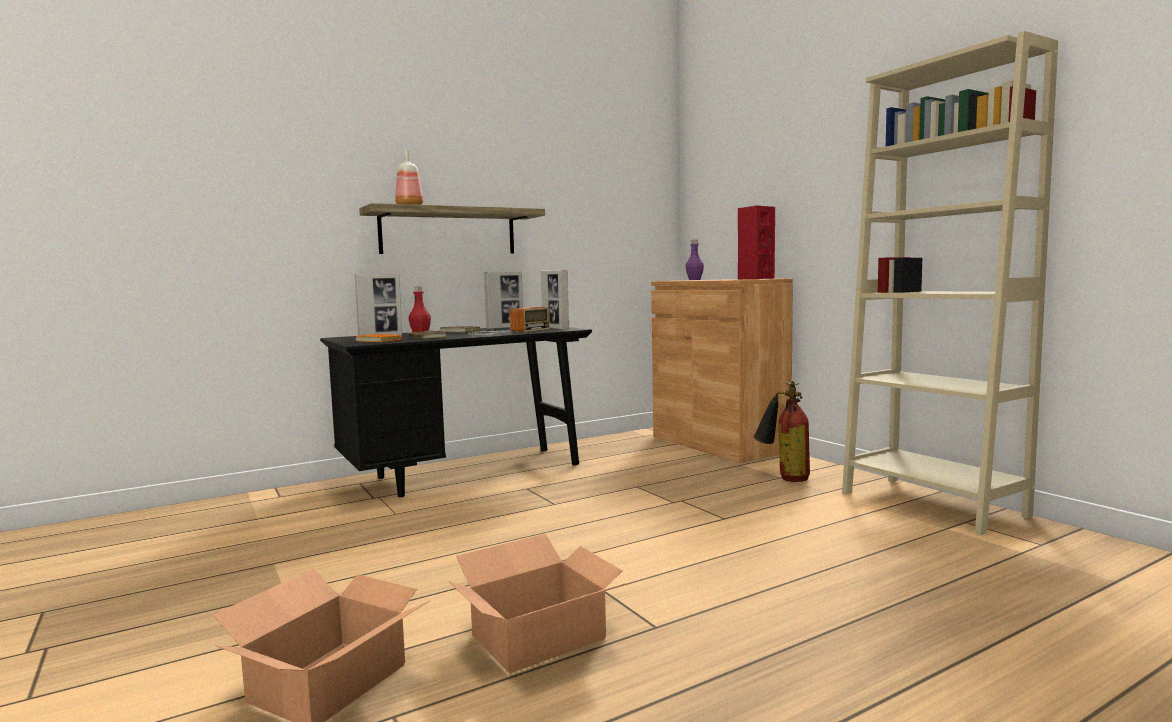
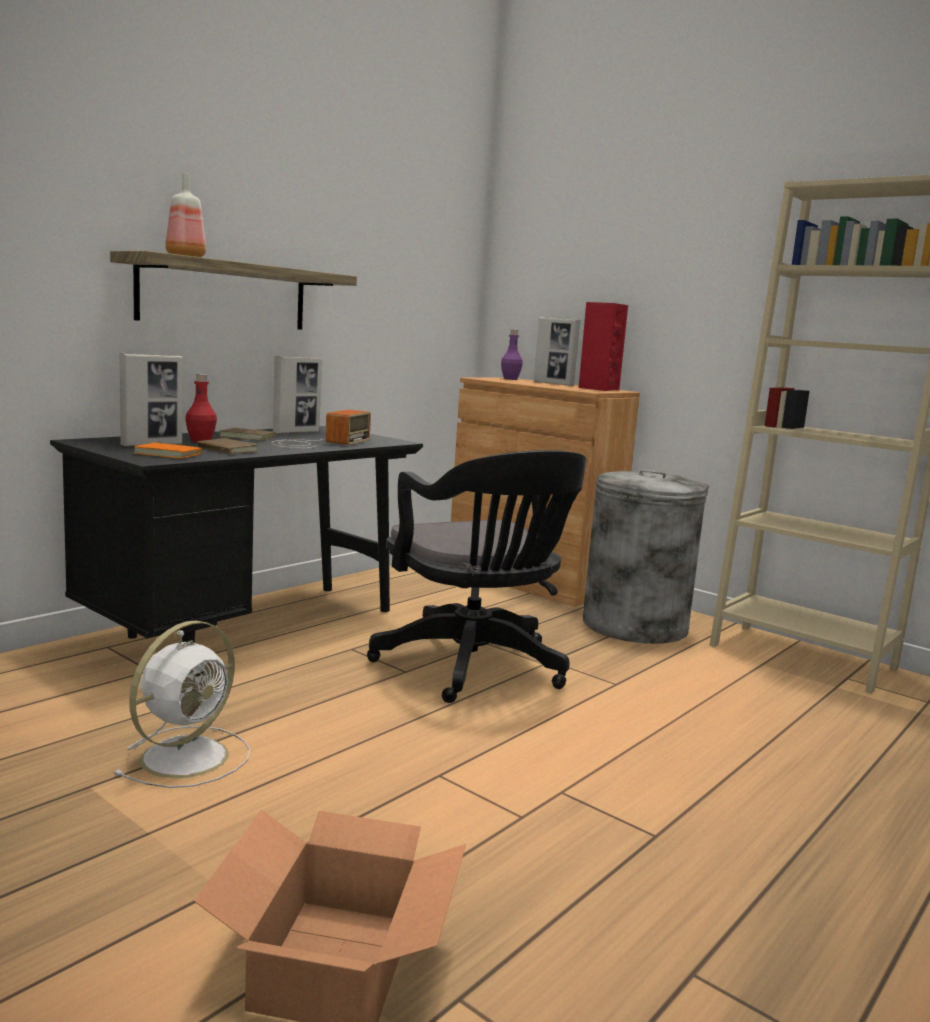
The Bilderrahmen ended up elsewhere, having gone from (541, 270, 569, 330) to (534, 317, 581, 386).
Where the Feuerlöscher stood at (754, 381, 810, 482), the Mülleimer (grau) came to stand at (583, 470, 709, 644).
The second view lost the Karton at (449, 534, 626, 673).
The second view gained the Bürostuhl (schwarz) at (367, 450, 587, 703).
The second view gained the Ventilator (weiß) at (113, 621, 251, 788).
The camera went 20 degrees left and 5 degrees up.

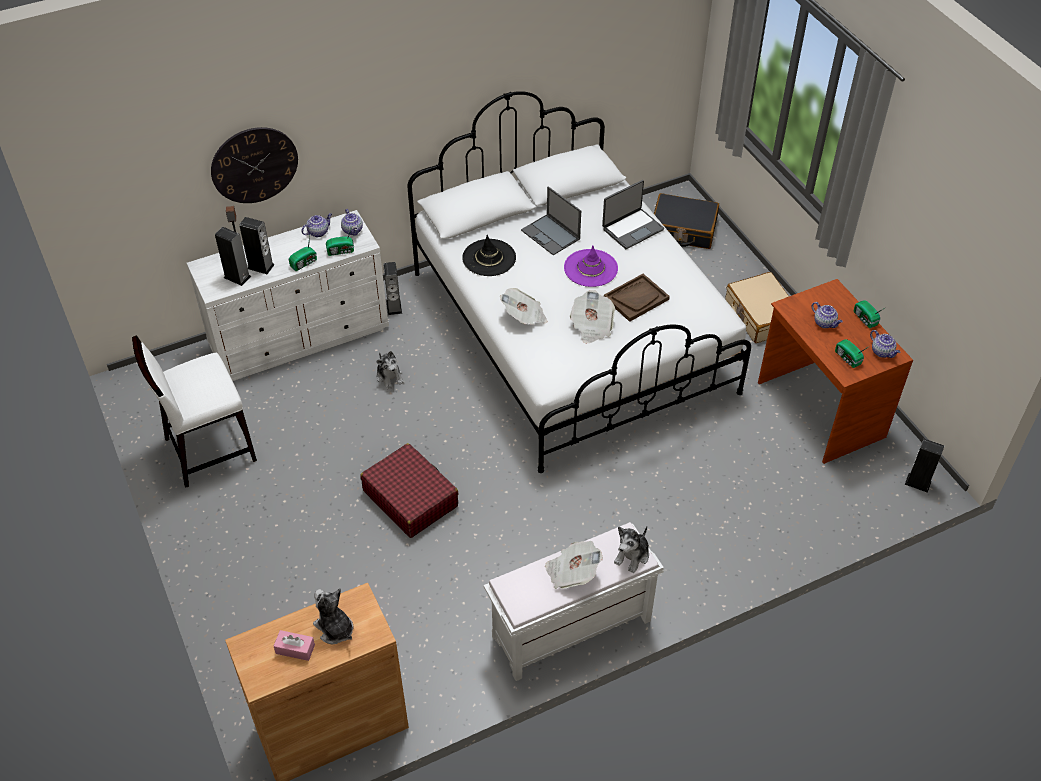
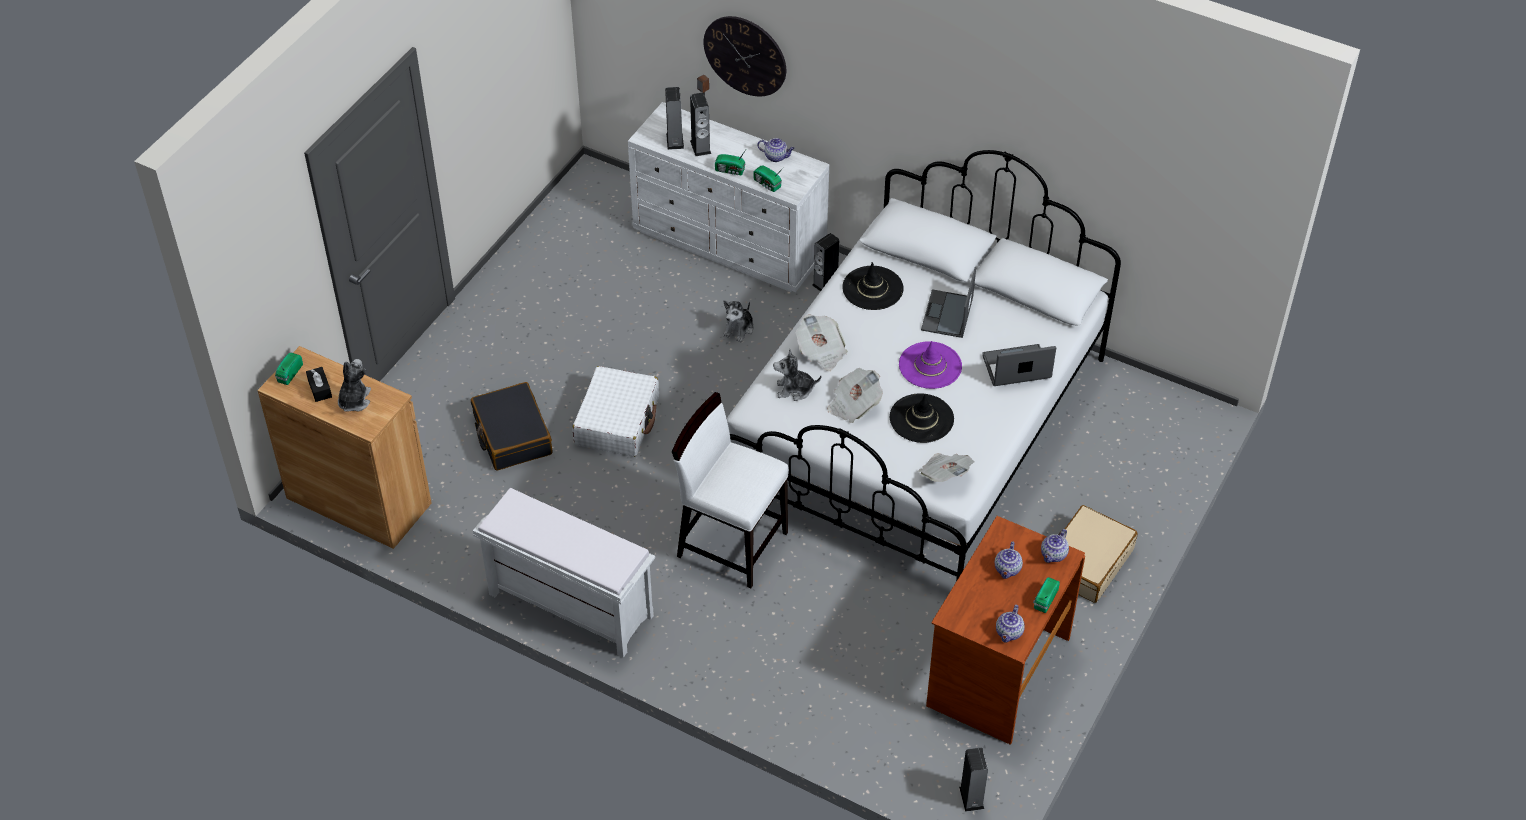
The Laptop at (602, 180, 664, 249) ended up facing another way, 150 degrees clockwise from before.
The Koffer (schwarz) ended up elsewhere, having gone from (654, 193, 719, 249) to (471, 382, 552, 470).
The Teekanne ended up elsewhere, having gone from (341, 209, 363, 236) to (1041, 529, 1069, 563).
Where the Tablett (braun) stood at (604, 274, 670, 322), the Hut (schwarz) came to stand at (890, 393, 954, 443).
The Stuhl (weiß) ended up elsewhere, having gone from (132, 335, 257, 488) to (672, 392, 789, 588).
The Radio ended up elsewhere, having gone from (835, 339, 870, 368) to (275, 353, 303, 385).
What was the Koffer (rot) at (360, 443, 459, 538) turned into the Koffer (weiß) at (572, 366, 659, 457).
The Plüschtier ended up elsewhere, having gone from (614, 526, 649, 573) to (773, 349, 821, 401).
The Zeitung ended up elsewhere, having gone from (545, 541, 603, 589) to (918, 453, 975, 482).
What was the Taschentuchbox (rosa) at (274, 630, 315, 661) turned into the Taschentuchbox (schwarz) at (306, 367, 332, 402).
The camera went 55 degrees right and 0 degrees up.

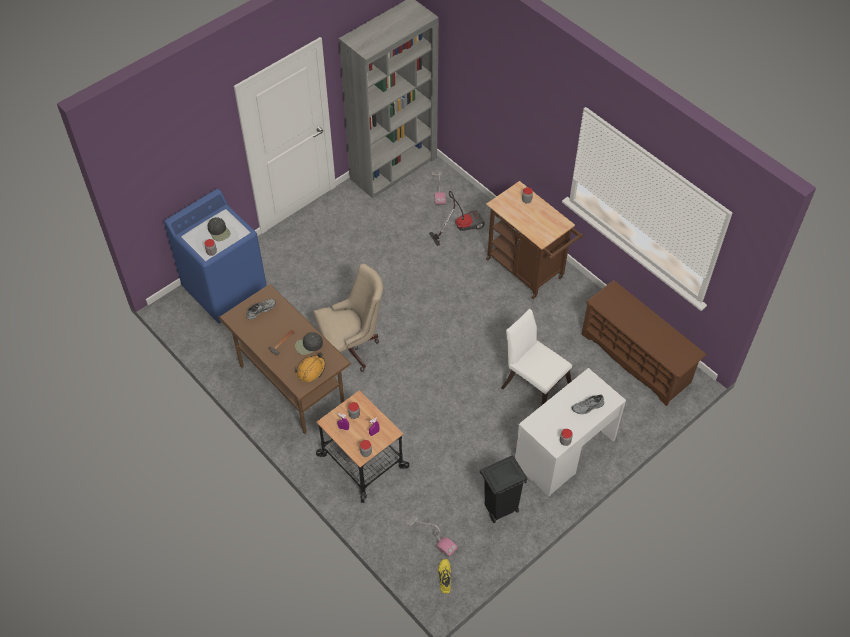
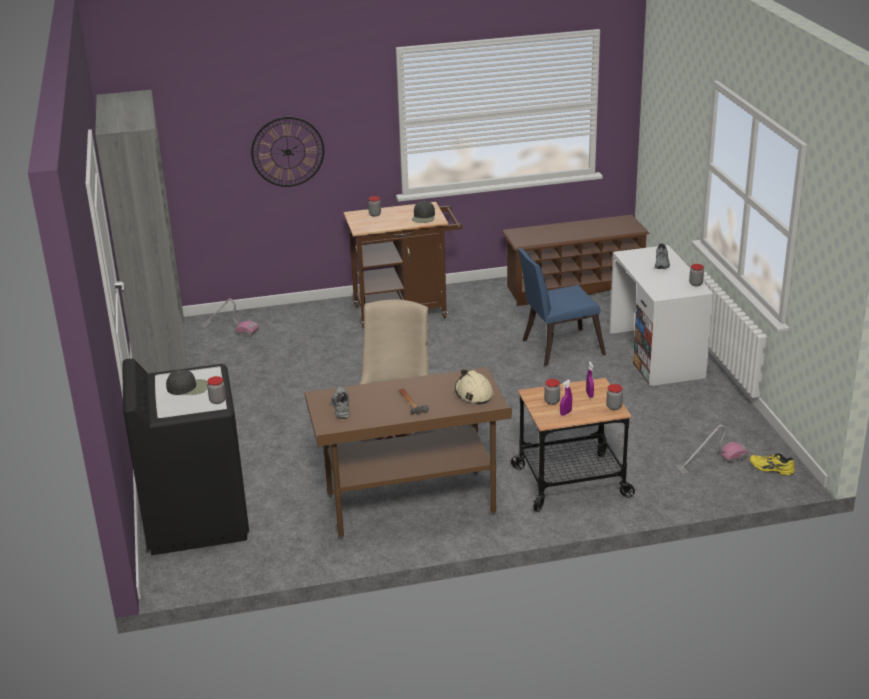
What was the Waschmaschine (blau) at (164, 189, 267, 324) turned into the Waschmaschine (schwarz) at (122, 358, 249, 555).
The second view lost the Staubsauger at (429, 191, 485, 246).
What was the Stuhl (weiß) at (501, 308, 572, 405) turned into the Stuhl (blau) at (518, 248, 606, 366).
The Kappe (schwarz) ended up elsewhere, having gone from (295, 332, 323, 355) to (412, 201, 435, 223).
What was the Schutzhelm (orange) at (295, 352, 326, 382) turned into the Schutzhelm (beige) at (455, 369, 494, 405).
The second view lost the Mülleimer (schwarz) at (480, 455, 527, 523).
The second view gained the Wanduhr at (251, 117, 324, 187).
The camera went 60 degrees left and 25 degrees down.

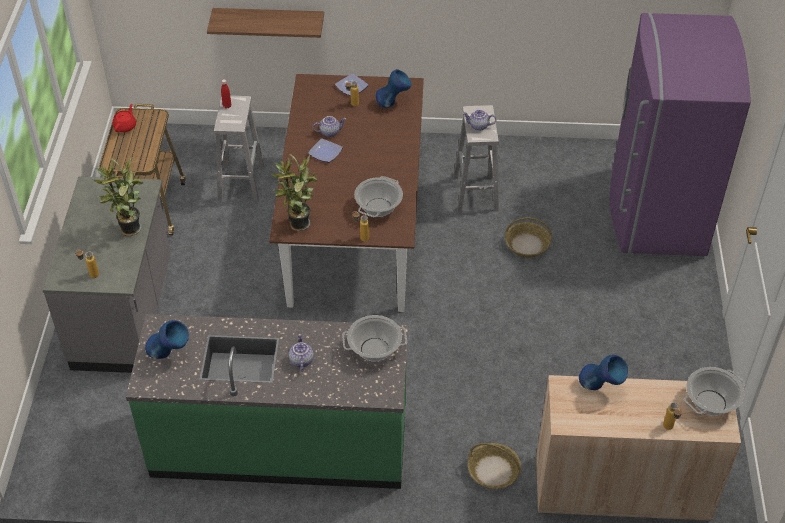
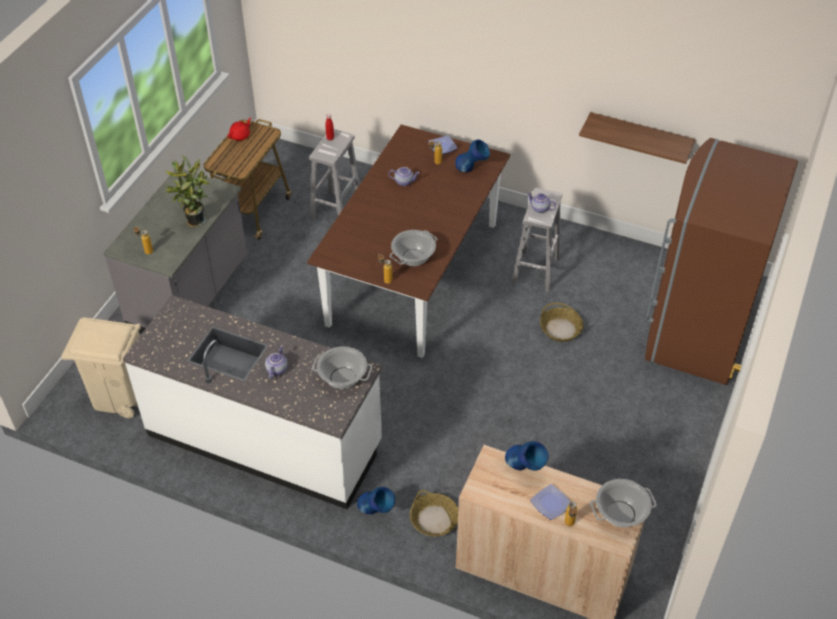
The Wandregal ended up elsewhere, having gone from (207, 8, 324, 38) to (579, 112, 696, 164).
What was the Kühlschrank (lila) at (610, 13, 751, 256) turned into the Kühlschrank (braun) at (645, 138, 798, 385).
The Teller ended up elsewhere, having gone from (308, 138, 343, 162) to (530, 484, 570, 520).
The second view lost the Topfpflanze at (270, 154, 318, 231).
What was the Küchenzeile (grün) at (126, 314, 408, 489) turned into the Küchenzeile (weiß) at (123, 295, 383, 509).
The Vase (blau) ended up elsewhere, having gone from (145, 320, 189, 359) to (357, 487, 395, 514).
The second view gained the Mülleimer (beige) at (61, 317, 141, 418).
The camera went 20 degrees right and 0 degrees up.

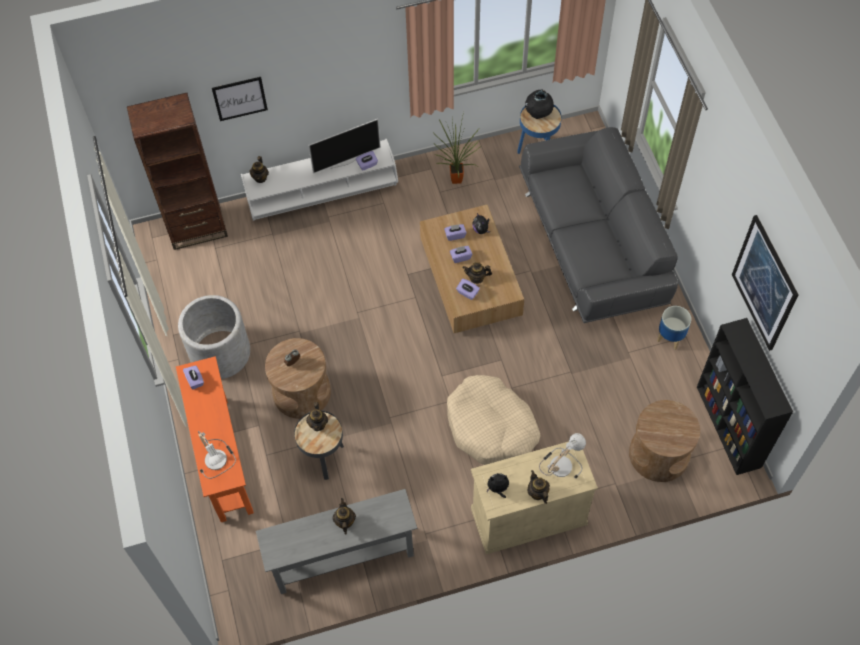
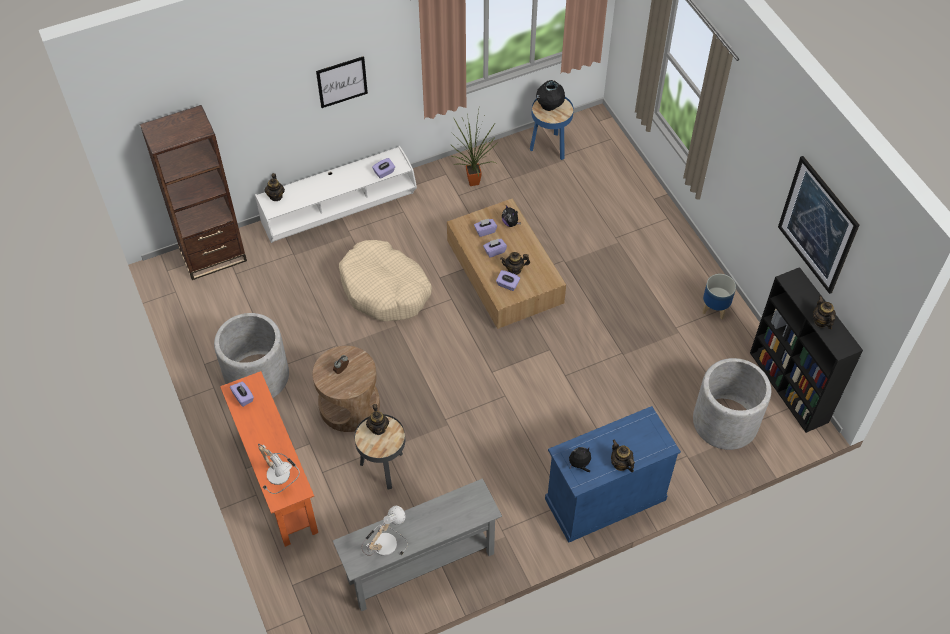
The Bild ended up elsewhere, having gone from (212, 77, 268, 121) to (316, 56, 368, 108).
The second view lost the Fernseher at (308, 119, 381, 174).
The second view lost the Sofa (grau) at (519, 127, 678, 323).
The Hundebett (beige) ended up elsewhere, having gone from (447, 375, 540, 465) to (339, 240, 432, 321).
Where the Beistelltisch (braun) stood at (629, 400, 700, 482), the Pflanzkübel (grau) came to stand at (693, 358, 771, 450).
The Tischlampe ended up elsewhere, having gone from (539, 433, 586, 479) to (361, 506, 408, 556).
What was the Schrank (beige) at (471, 441, 598, 554) turned into the Schrank (blau) at (545, 406, 681, 543).
The Teekanne ended up elsewhere, having gone from (332, 498, 356, 535) to (813, 296, 836, 329).
The camera went 10 degrees left and 5 degrees down.

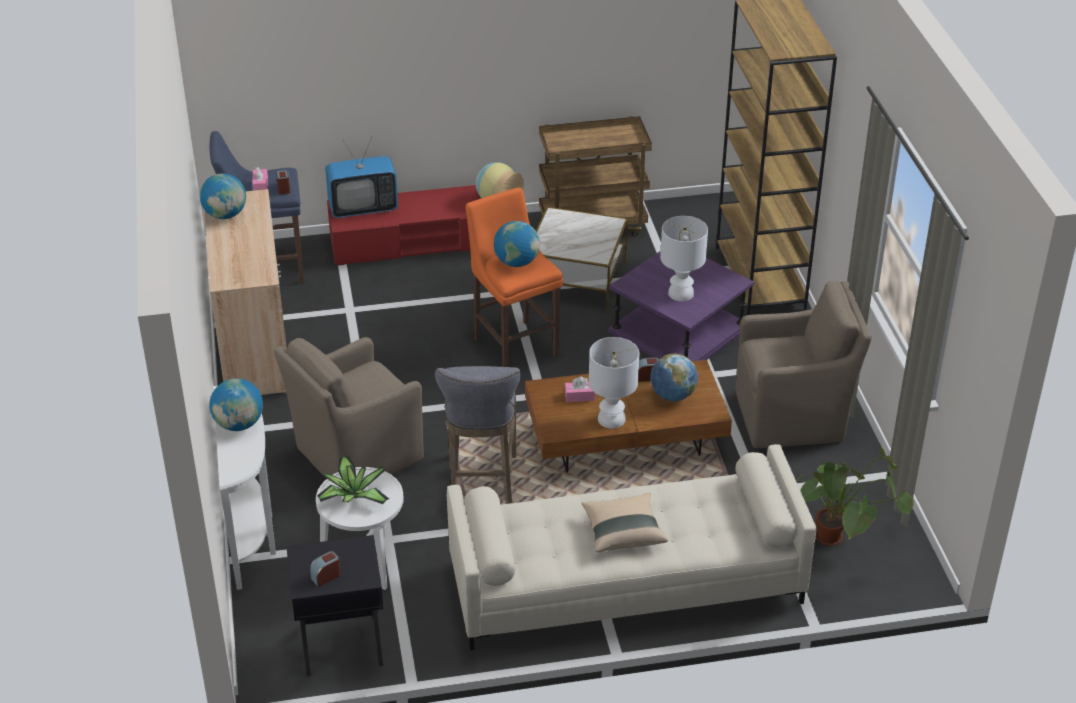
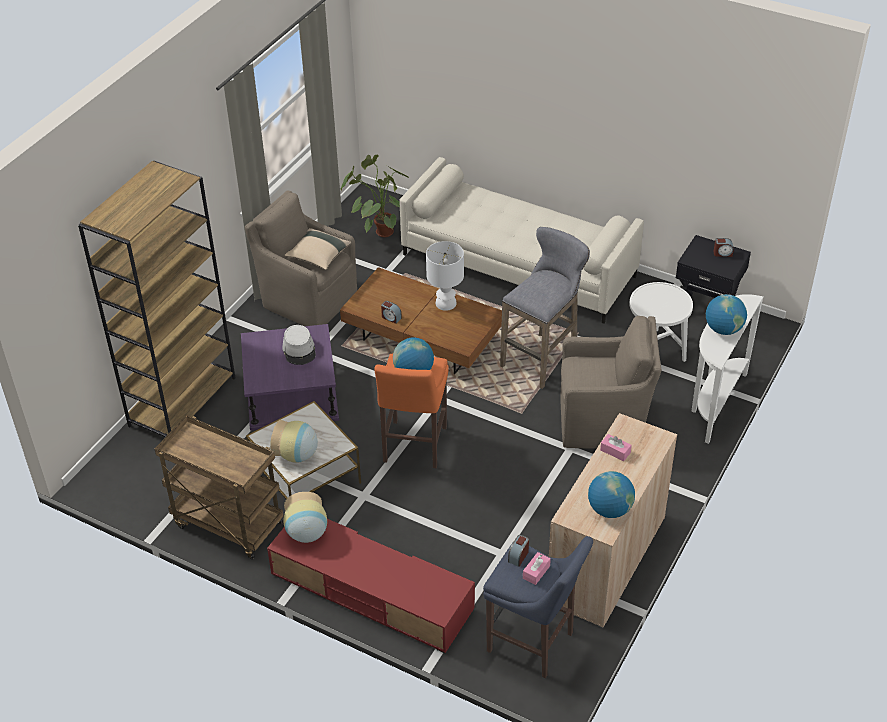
The second view lost the Fernseher at (325, 136, 398, 218).
Where the Tischlampe (weiß) stood at (660, 216, 708, 301), the Hut (grau) came to stand at (282, 325, 316, 365).
The second view lost the Globus at (650, 354, 698, 401).
The Taschentuchbox (rosa) ended up elsewhere, having gone from (565, 377, 595, 402) to (600, 434, 632, 461).
The second view lost the Topfpflanze at (317, 456, 389, 504).
The Kissen (beige) ended up elsewhere, having gone from (582, 493, 668, 553) to (284, 228, 351, 270).
The second view gained the Vase at (270, 420, 318, 463).
The camera went 140 degrees left and 5 degrees up.

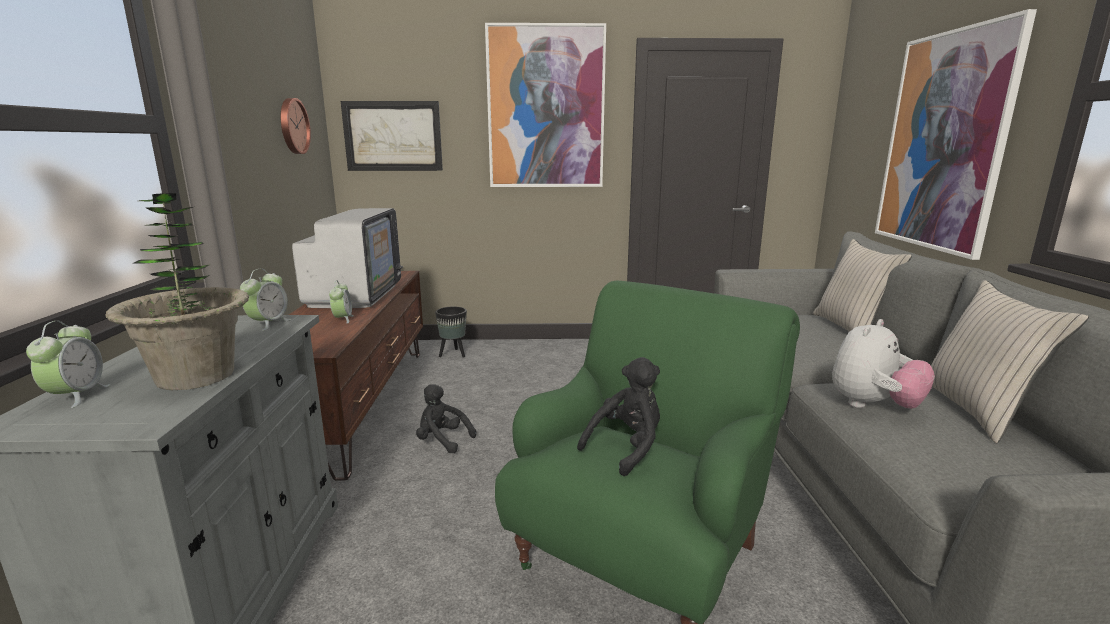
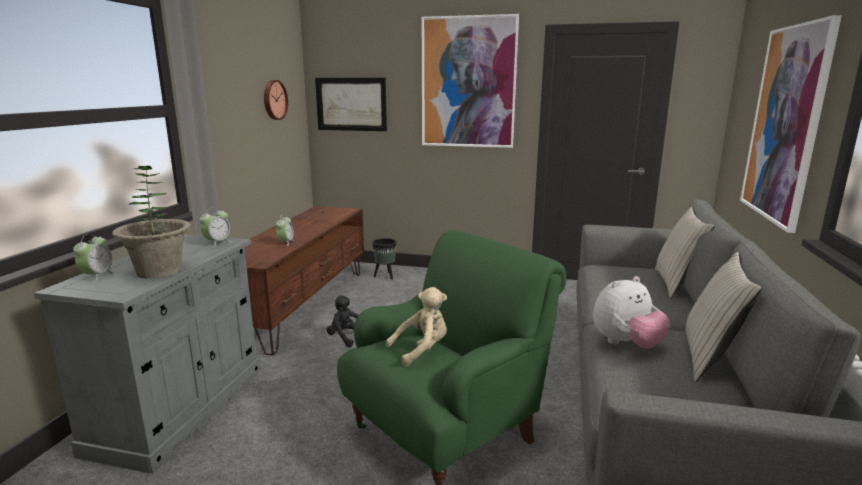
The second view lost the Fernseher at (292, 208, 403, 308).
What was the Plüschtier (schwarz) at (577, 357, 660, 476) turned into the Plüschtier (beige) at (386, 287, 447, 367).
The camera went 15 degrees right and 0 degrees up.

